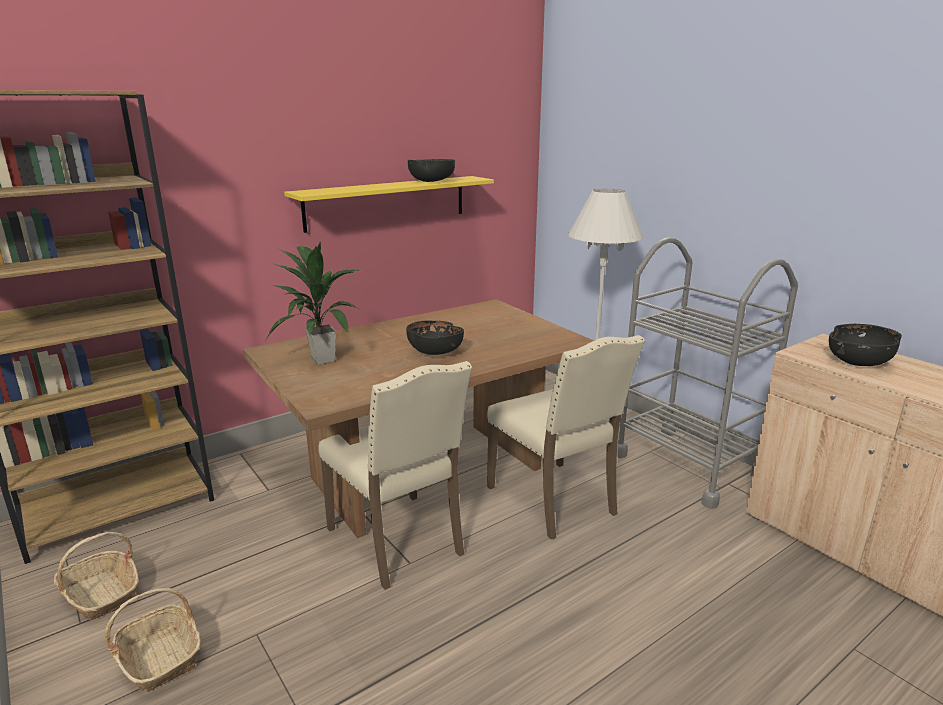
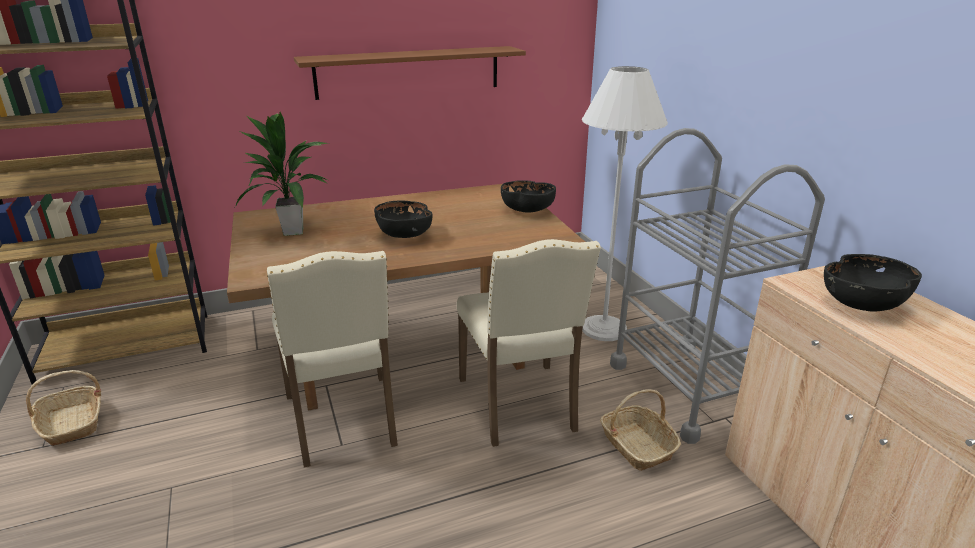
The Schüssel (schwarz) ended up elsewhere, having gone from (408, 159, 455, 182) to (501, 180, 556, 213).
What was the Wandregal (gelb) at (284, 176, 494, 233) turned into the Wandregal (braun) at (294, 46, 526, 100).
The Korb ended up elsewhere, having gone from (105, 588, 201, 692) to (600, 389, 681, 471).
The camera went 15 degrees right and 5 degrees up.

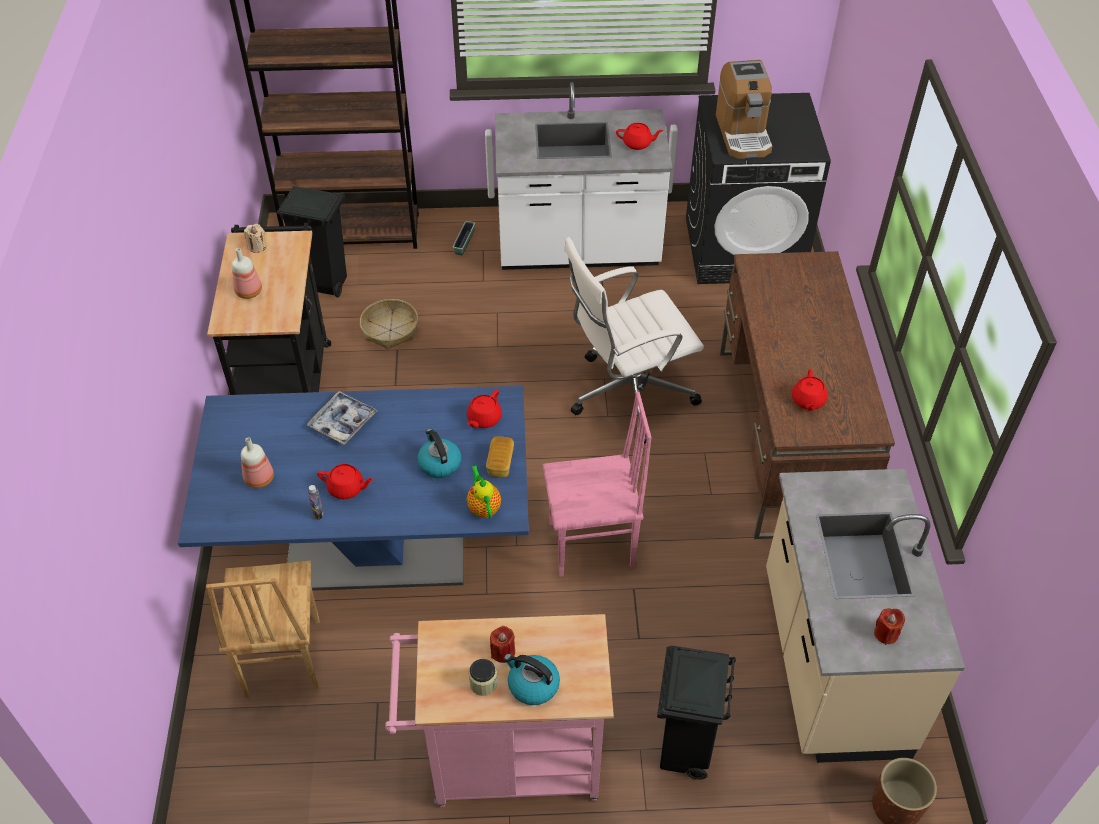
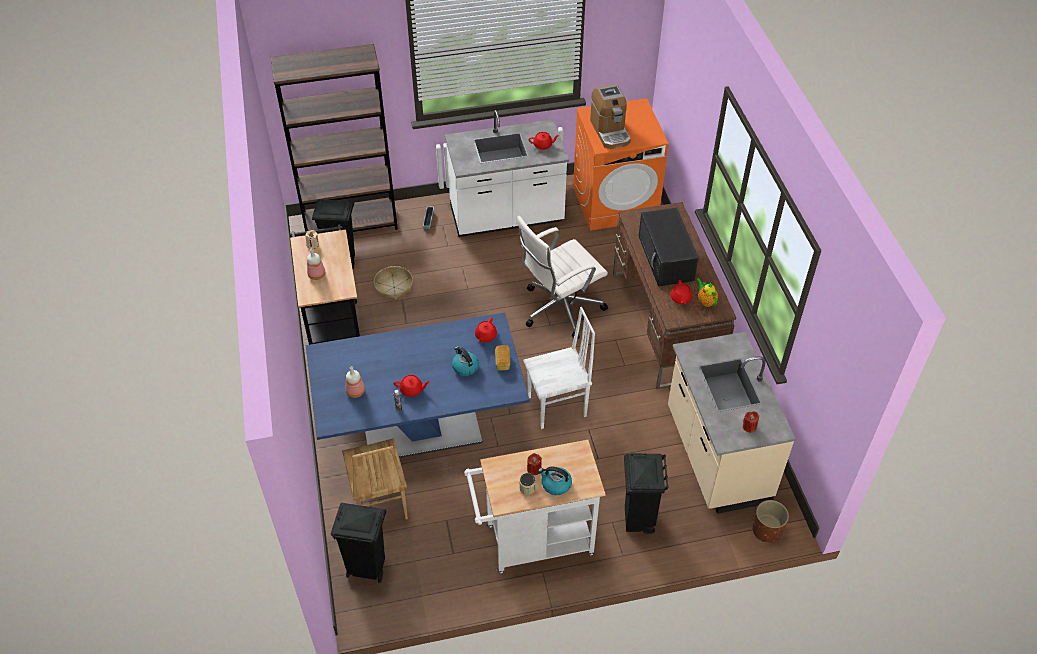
What was the Waschmaschine (schwarz) at (686, 93, 831, 284) turned into the Waschmaschine (orange) at (573, 98, 669, 231).
The second view lost the Tablett at (307, 391, 378, 445).
What was the Stuhl (rosa) at (542, 392, 652, 577) turned into the Stuhl (weiß) at (523, 307, 595, 429).
The Teekanne ended up elsewhere, having gone from (467, 466, 501, 519) to (697, 278, 718, 307).
What was the Rollwagen (rosa) at (385, 614, 614, 807) turned into the Rollwagen (weiß) at (464, 440, 606, 573).
The second view gained the Mikrowelle (schwarz) at (639, 207, 699, 287).
The second view gained the Mülleimer (schwarz) at (331, 503, 386, 583).
The camera went 10 degrees left and 0 degrees up.

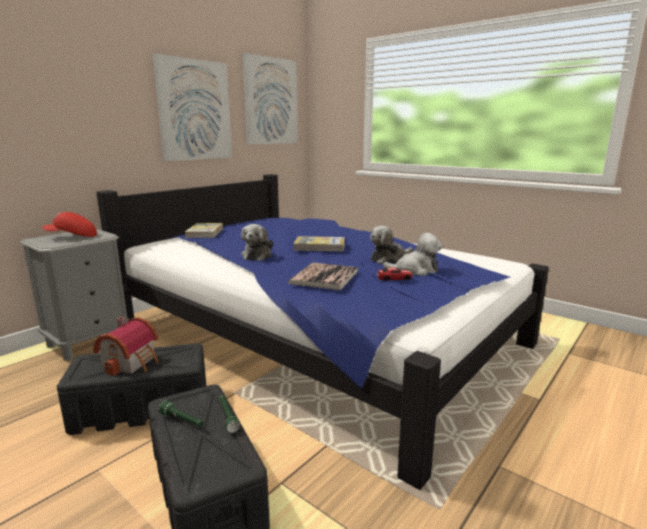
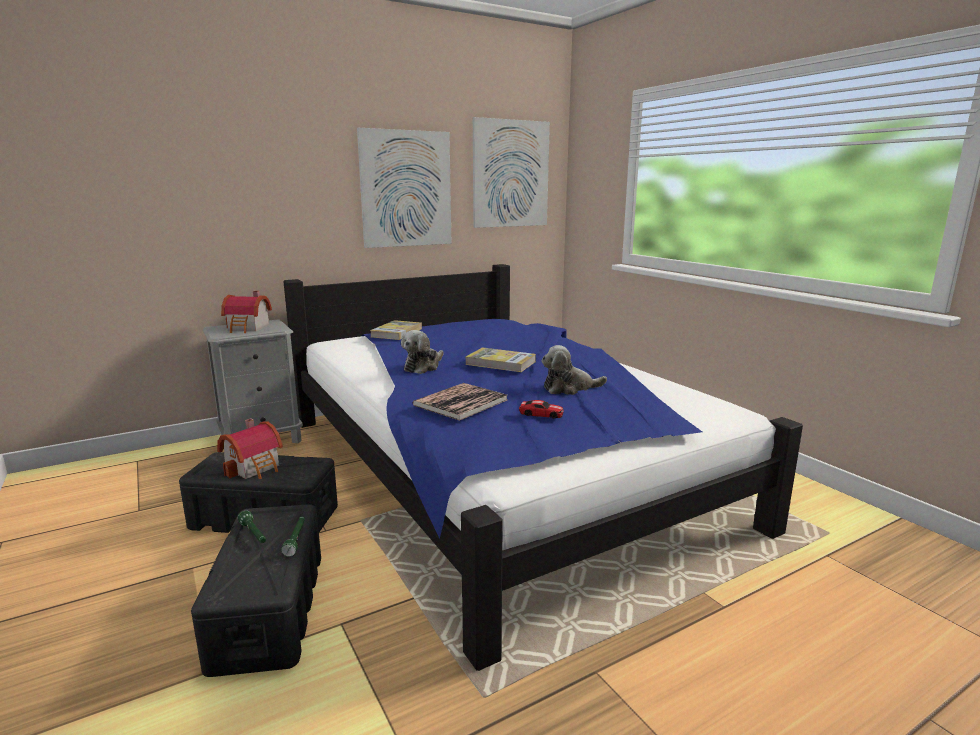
Where the Kappe (rot) stood at (42, 212, 97, 237), the Spielzeughaus came to stand at (221, 291, 272, 333).
The second view lost the Plüschtier at (383, 233, 443, 276).
The camera went 20 degrees right and 0 degrees up.

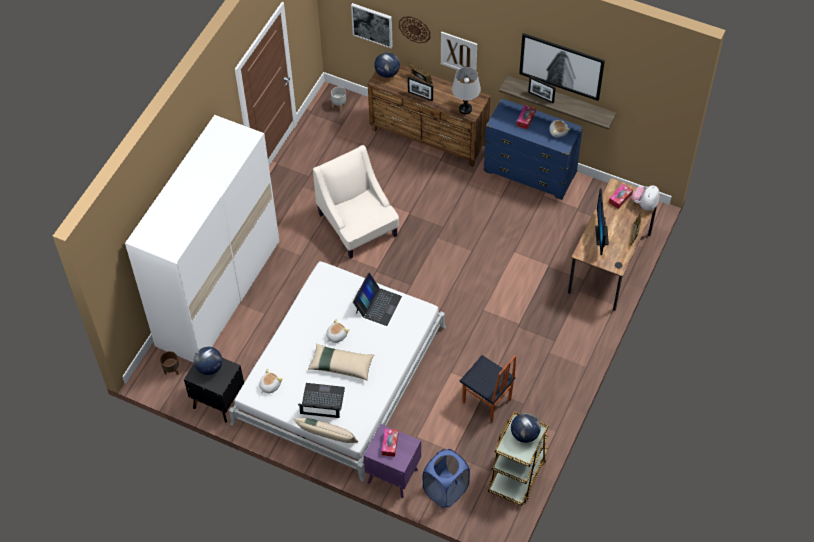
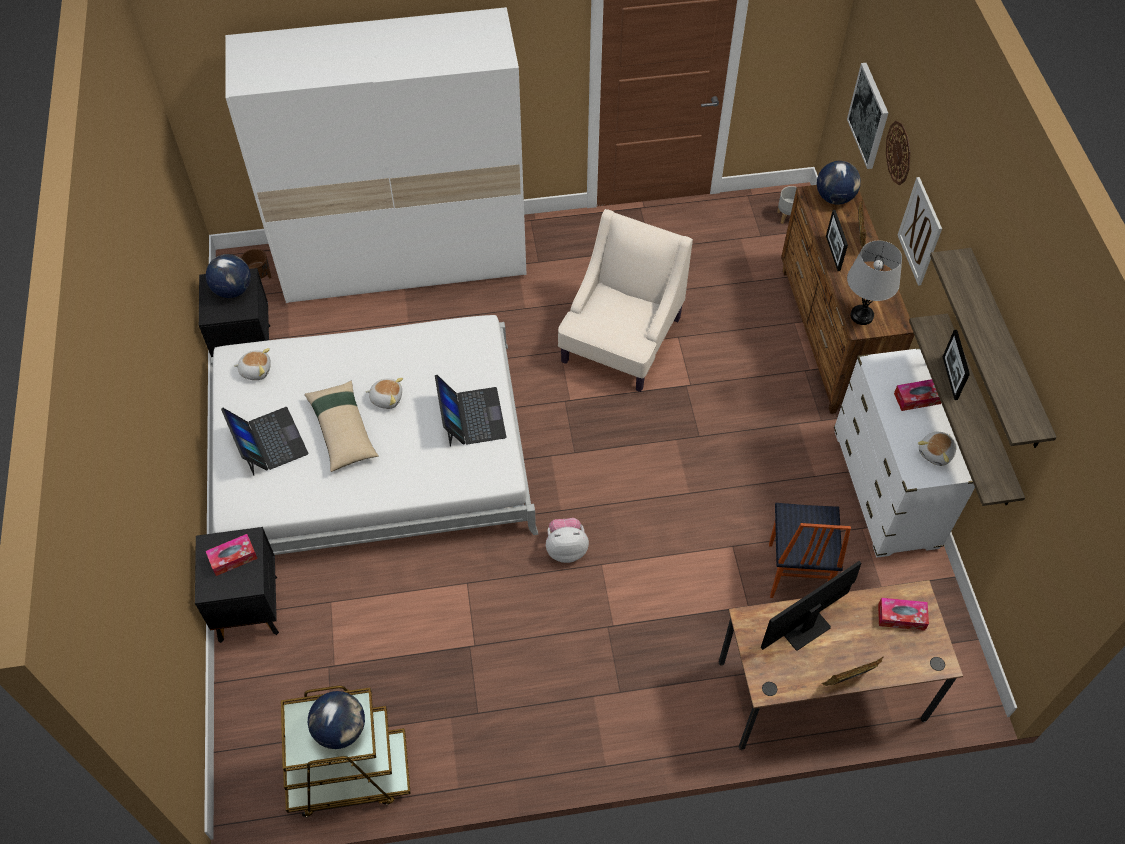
Where the Bild hung at (519, 33, 605, 101), the Wandregal came to hang at (930, 248, 1057, 448).
What was the Kommode (blau) at (483, 98, 583, 200) turned into the Kommode (weiß) at (834, 348, 975, 558).
The Plüschtier ended up elsewhere, having gone from (631, 185, 660, 210) to (546, 518, 589, 563).
The Laptop at (353, 273, 402, 326) ended up facing another way, 90 degrees counterclockwise from before.
The Stuhl ended up elsewhere, having gone from (460, 355, 516, 422) to (769, 503, 851, 598).
The second view lost the Kissen (beige) at (294, 418, 358, 443).
What was the Nachttisch (lila) at (363, 424, 421, 498) turned into the Nachttisch (schwarz) at (195, 527, 279, 643).
The second view lost the Wäschekorb (blau) at (423, 449, 470, 508).
The camera went 55 degrees right and 0 degrees up.

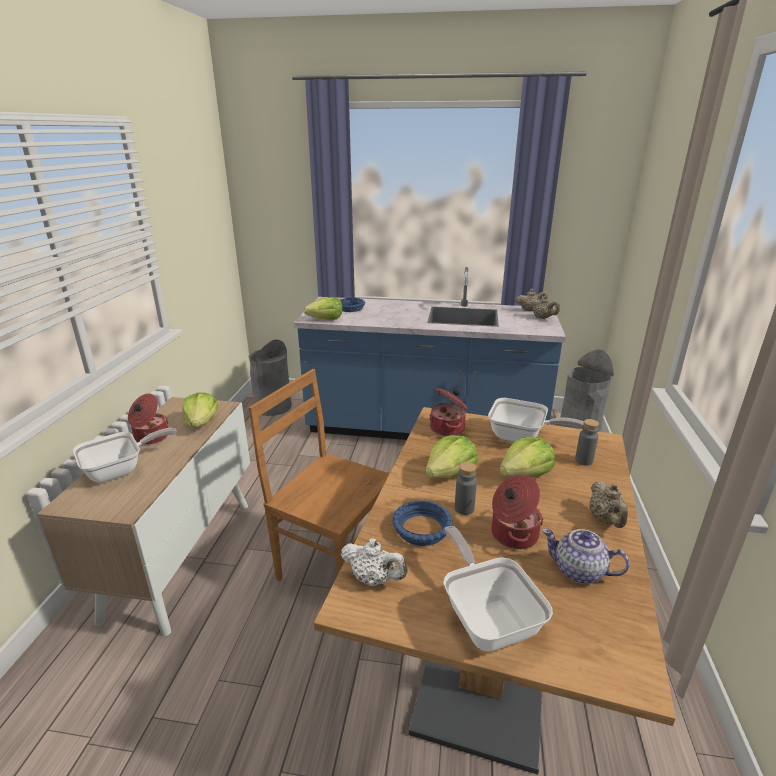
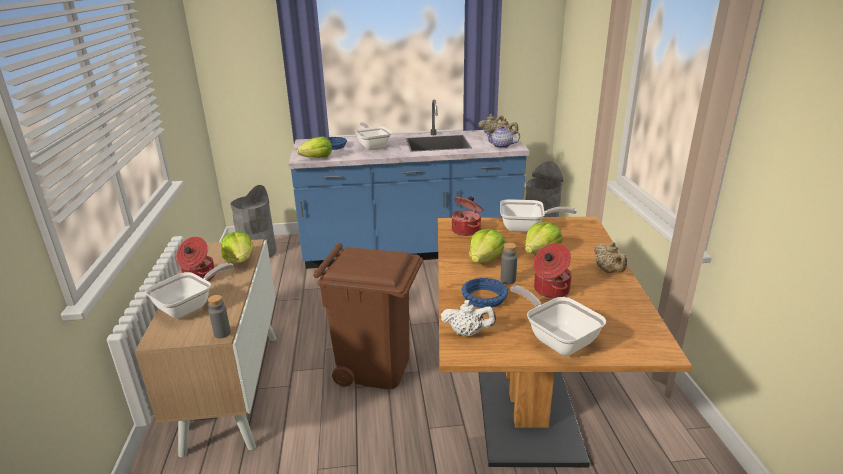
Where the Stuhl (braun) stood at (249, 369, 389, 581), the Mülleimer (braun) came to stand at (313, 243, 423, 389).
The Flasche (grau) ended up elsewhere, having gone from (575, 419, 599, 466) to (208, 295, 231, 338).
The Teekanne ended up elsewhere, having gone from (542, 528, 630, 584) to (484, 126, 520, 148).
The second view gained the Pfanne at (355, 122, 392, 150).
The camera went 15 degrees left and 0 degrees up.

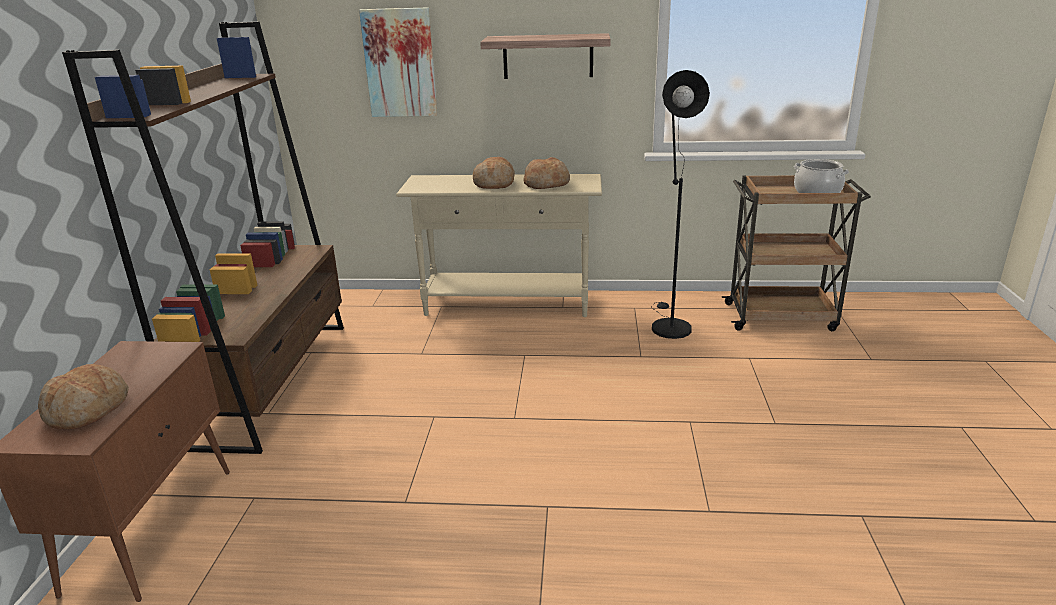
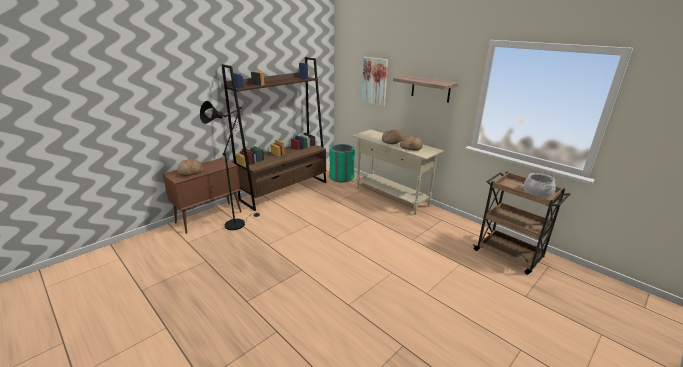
The Stehlampe (schwarz) ended up elsewhere, having gone from (651, 70, 710, 339) to (200, 101, 260, 230).
The second view gained the Mülleimer (grün) at (329, 144, 355, 183).
The camera went 40 degrees right and 0 degrees up.

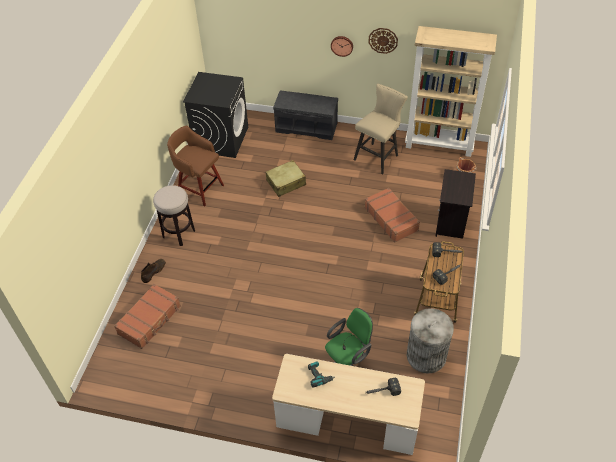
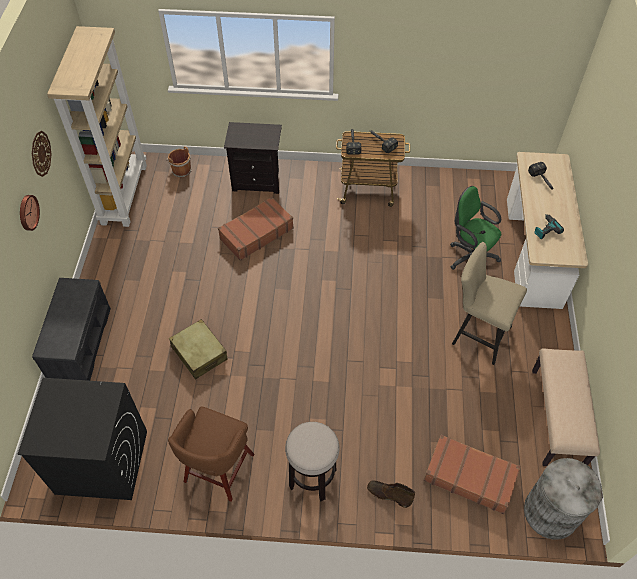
The Hocker (beige) ended up elsewhere, having gone from (354, 84, 408, 174) to (452, 242, 527, 365).
The Mülleimer (grau) ended up elsewhere, having gone from (407, 308, 454, 373) to (524, 458, 603, 540).
The second view gained the Bank (beige) at (532, 348, 600, 466).
The camera went 100 degrees left and 5 degrees up.

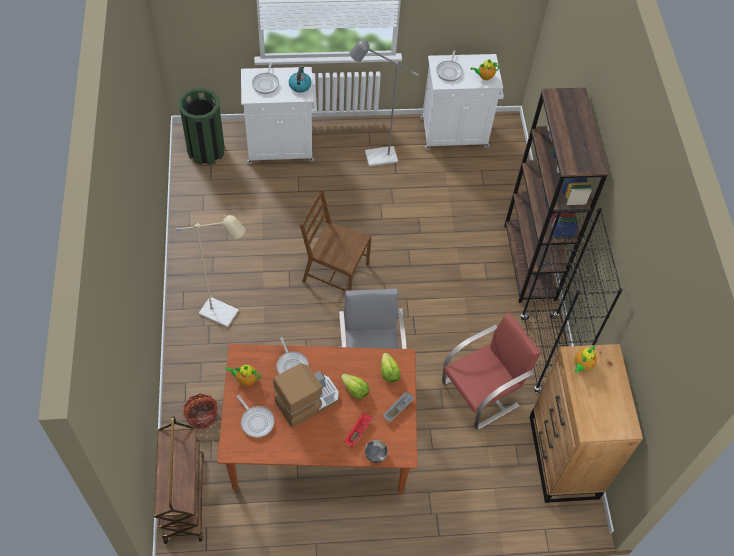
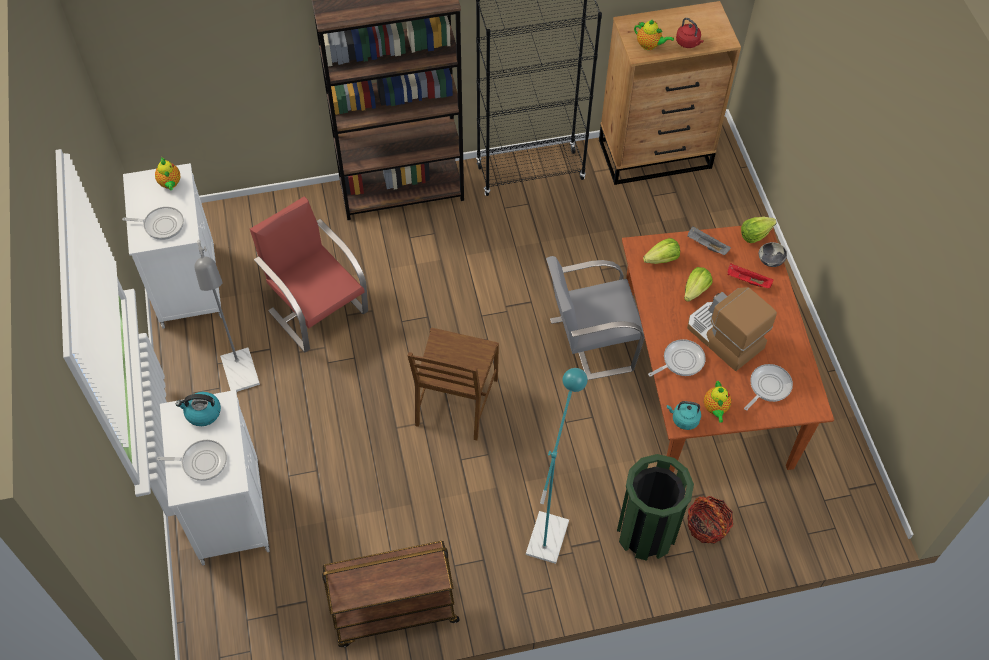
The Mülleimer (grün) ended up elsewhere, having gone from (179, 88, 225, 165) to (617, 454, 694, 561).
What was the Stehlampe (beige) at (176, 215, 246, 327) turned into the Stehlampe (türkis) at (526, 368, 588, 564).
The Stuhl (rot) ended up elsewhere, having gone from (442, 312, 541, 430) to (250, 197, 368, 352).
The Rollwagen (braun) ended up elsewhere, having gone from (154, 417, 204, 544) to (322, 541, 460, 647).
The second view gained the Wasserkessel (rot) at (676, 18, 704, 48).
The second view gained the Salatkopf at (741, 217, 777, 243).
The second view gained the Wasserkessel (türkis) at (667, 401, 701, 430).
The camera went 95 degrees left and 0 degrees up.

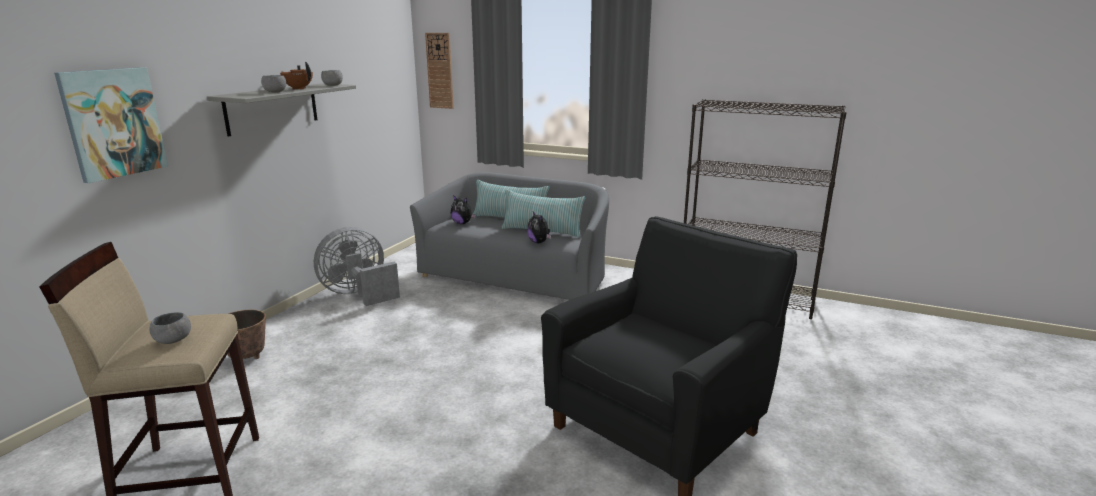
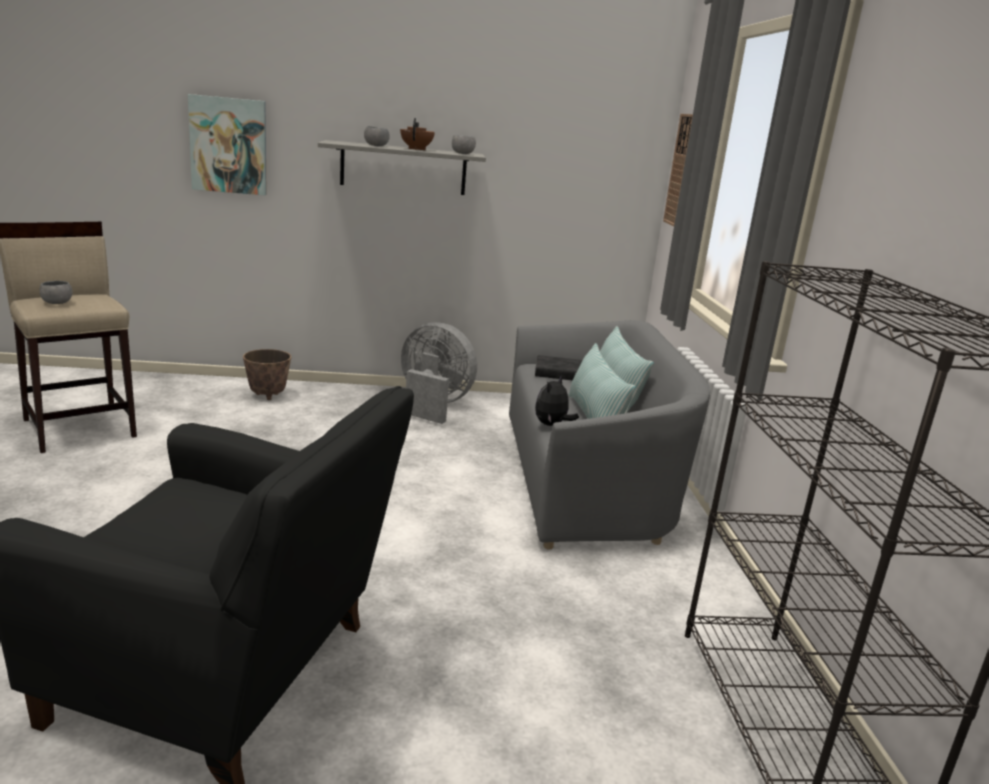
Where the Plüschtier stood at (451, 195, 476, 224), the Buch (schwarz) came to stand at (535, 355, 582, 380).
The camera went 60 degrees right and 0 degrees up.

